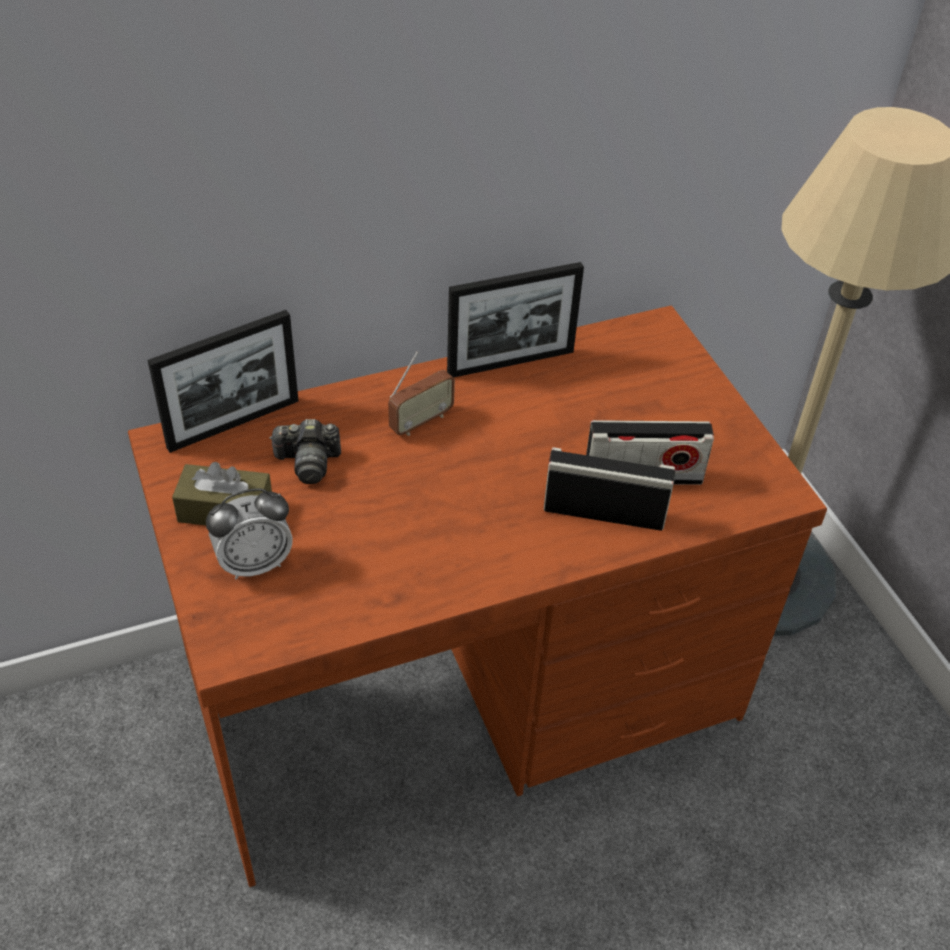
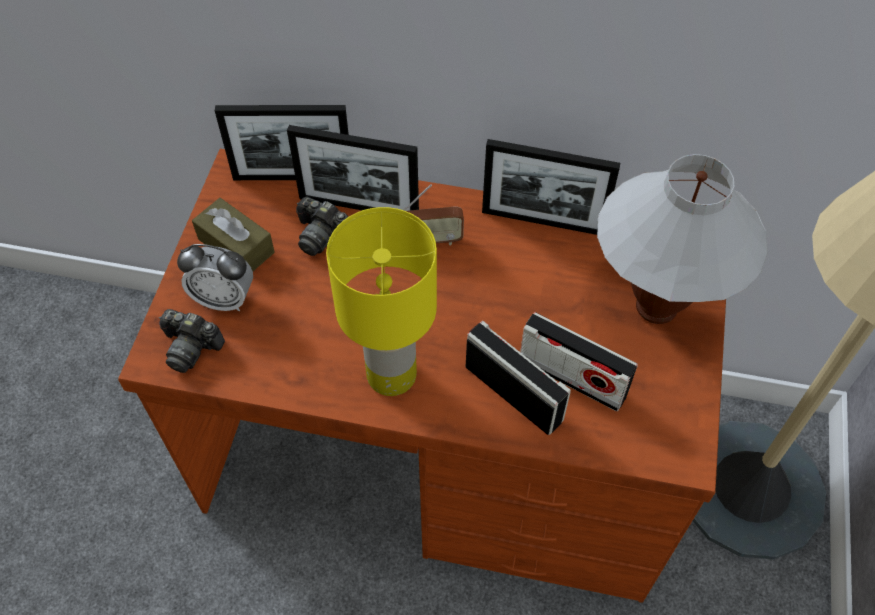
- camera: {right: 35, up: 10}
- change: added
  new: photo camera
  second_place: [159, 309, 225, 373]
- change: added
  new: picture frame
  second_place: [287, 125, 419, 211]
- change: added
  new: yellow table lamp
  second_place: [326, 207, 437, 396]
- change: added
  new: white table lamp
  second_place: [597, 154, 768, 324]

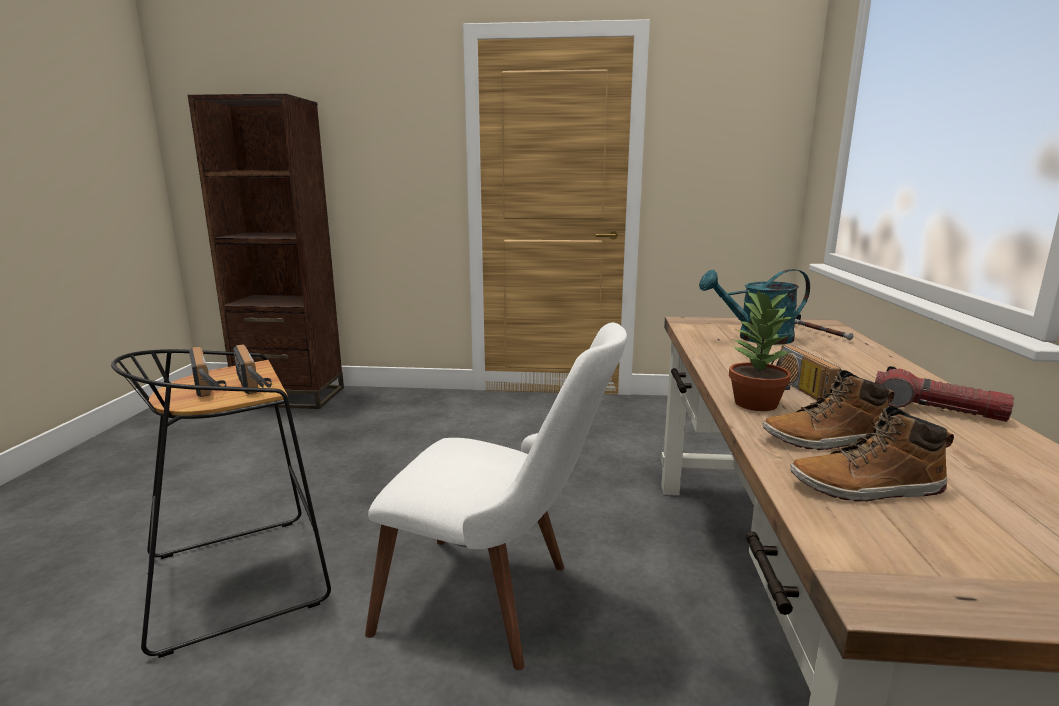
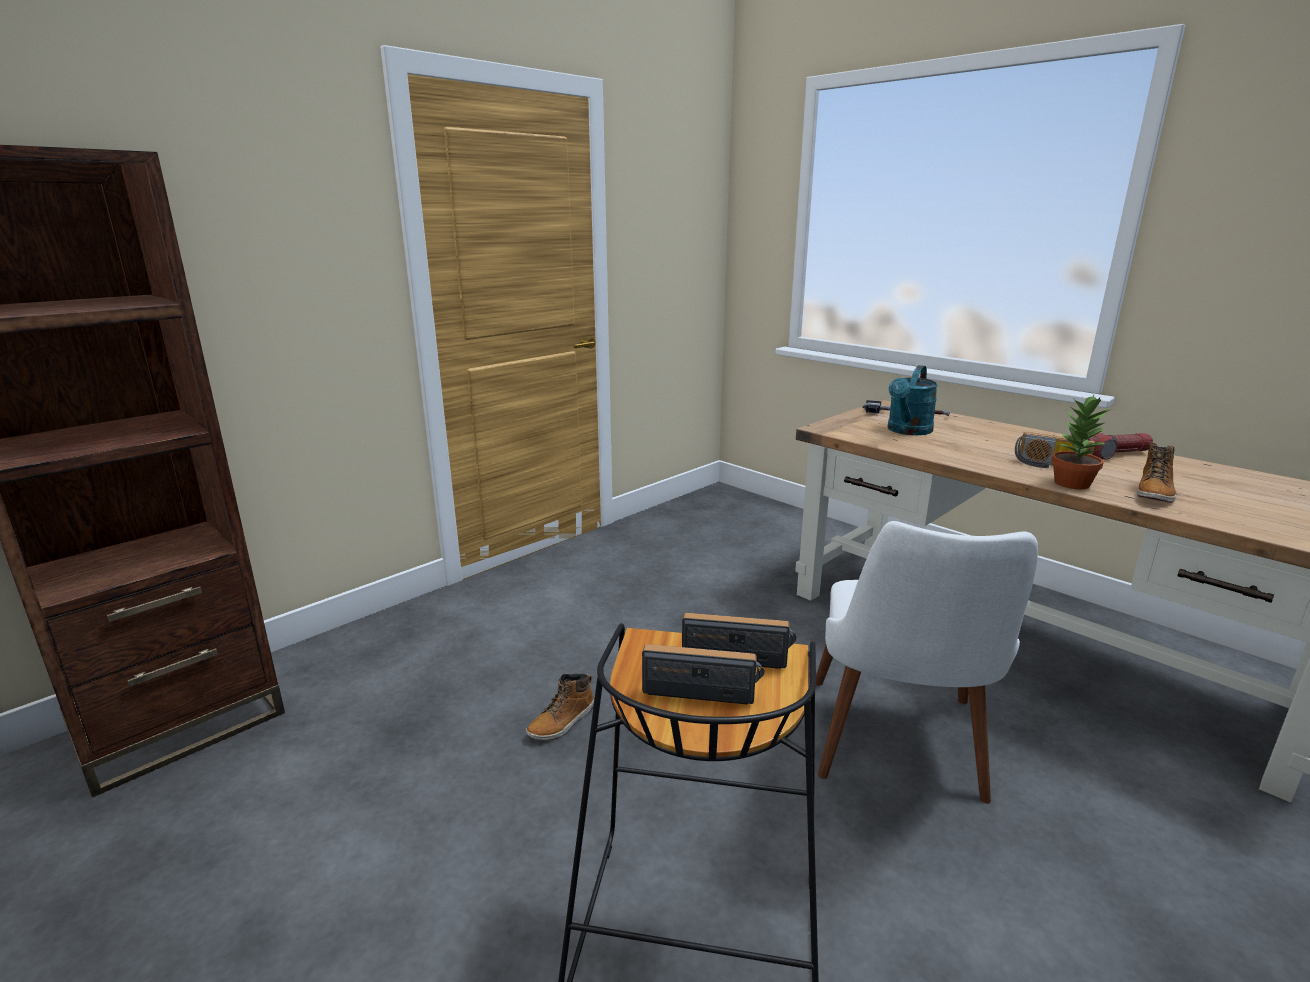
- camera: {right: -50, up: 5}
- change: moved
  old: boot
  first_place: [790, 406, 954, 502]
  second_place: [526, 674, 594, 741]
- change: turned
  old: white chair
  first_place: [365, 323, 627, 670]
  second_place: [816, 521, 1038, 804]
  degrees: 135

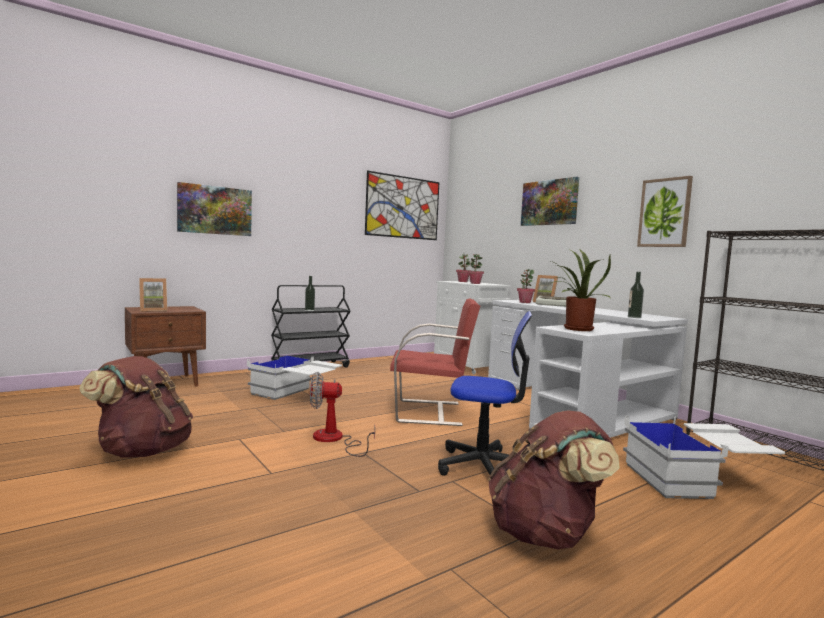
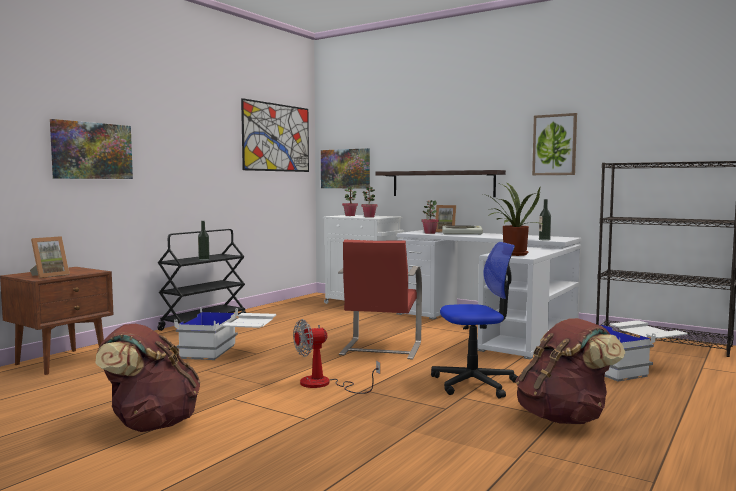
- camera: {right: -20, up: 0}
- change: moved
  old: picture
  first_place: [521, 177, 579, 226]
  second_place: [321, 148, 370, 188]
- change: turned
  old: red chair
  first_place: [390, 298, 480, 426]
  second_place: [338, 240, 422, 360]
  degrees: 120
- change: added
  new: shelf
  second_place: [376, 170, 506, 197]

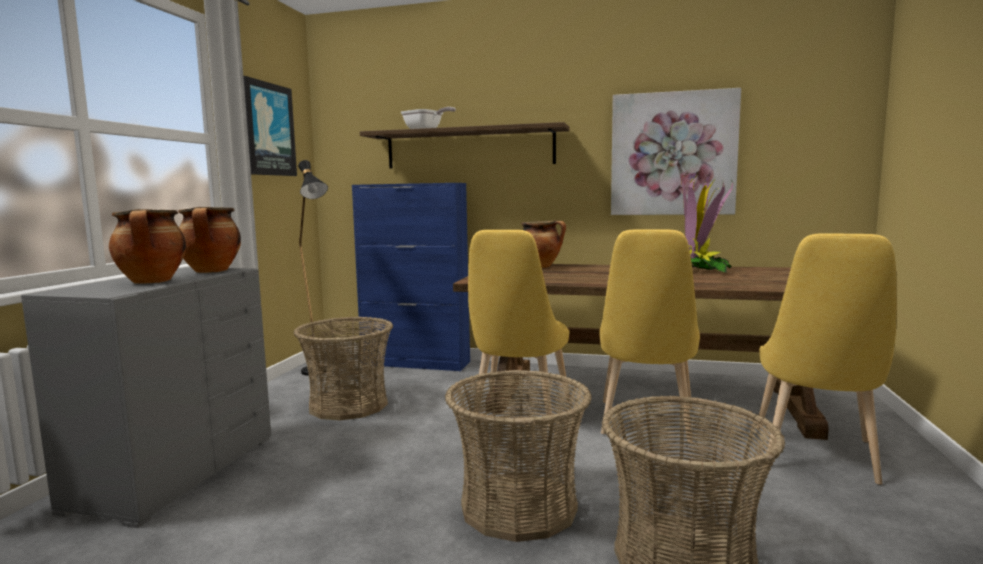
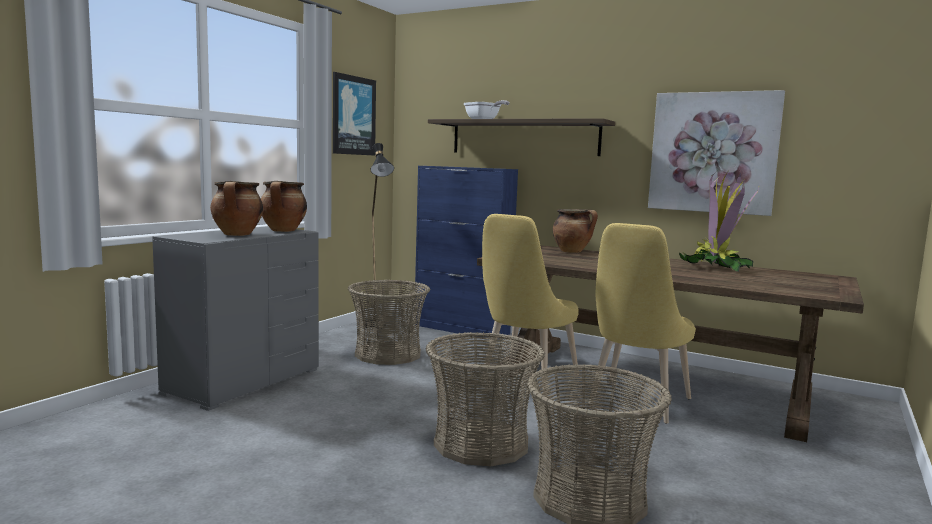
- camera: {right: 15, up: 0}
- change: removed
  old: yellow chair
  first_place: [756, 233, 897, 485]

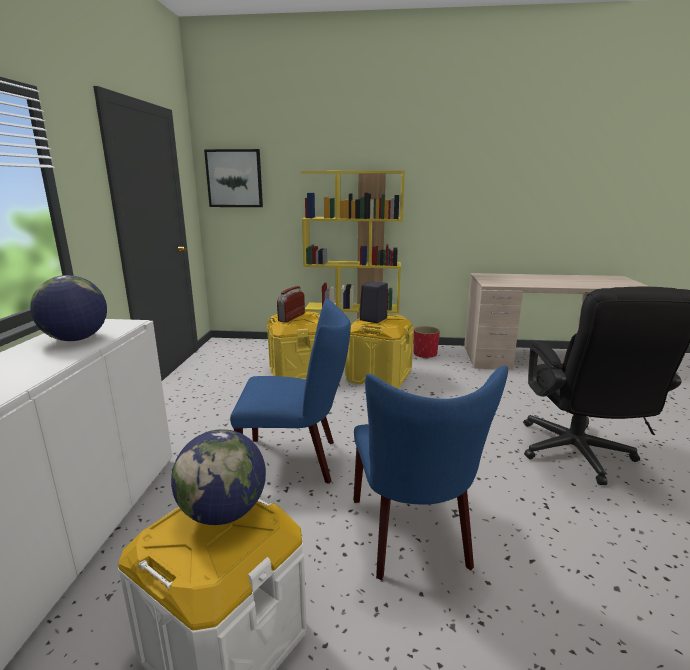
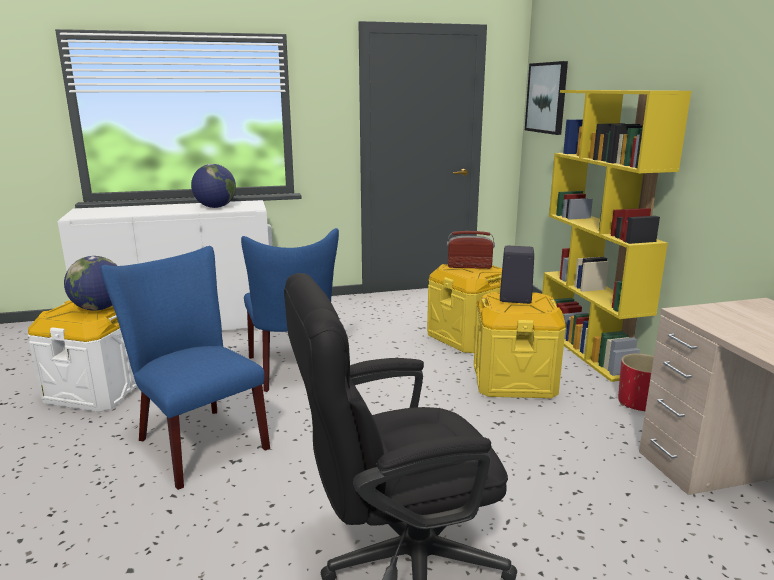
- camera: {right: 70, up: 0}
- change: turned
  old: blue chair
  first_place: [353, 366, 508, 580]
  second_place: [101, 246, 270, 490]
  degrees: 75

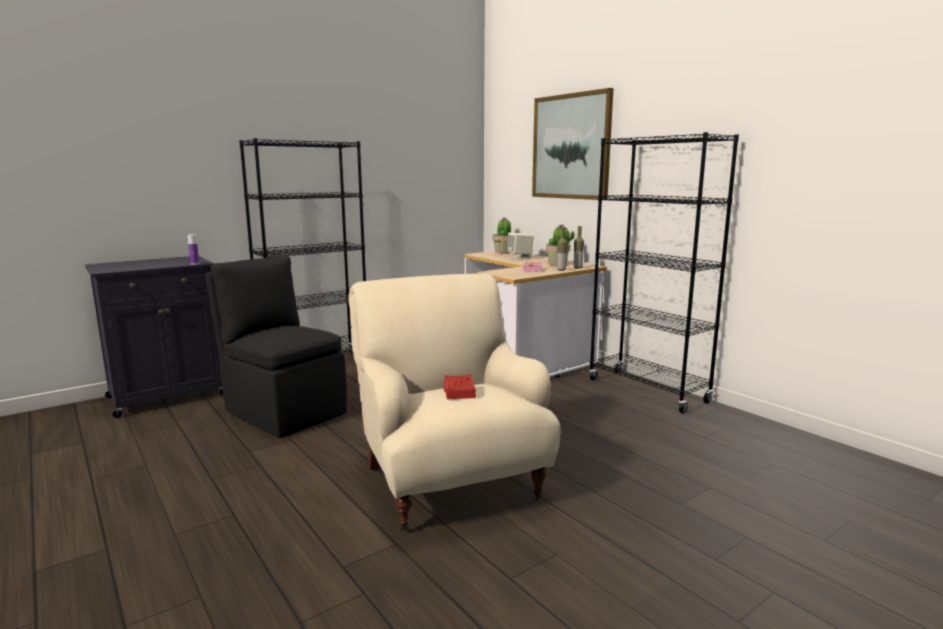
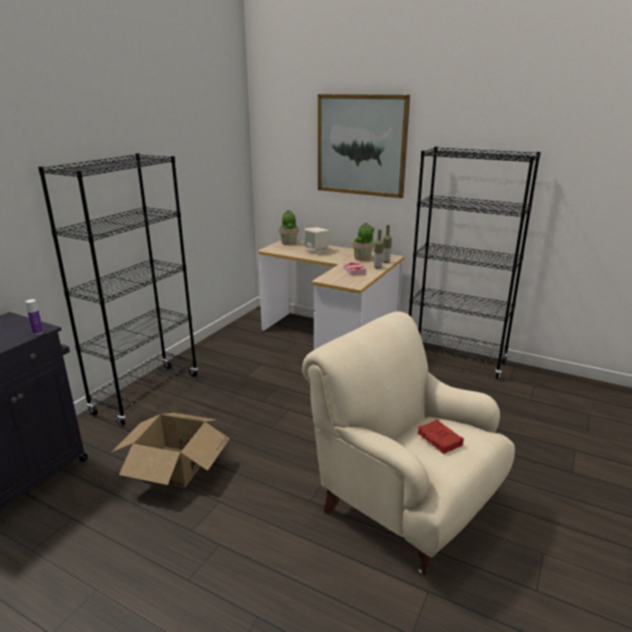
- camera: {right: -25, up: 10}
- change: replaced
  old: black chair
  new: cardboard box
  first_place: [205, 255, 347, 438]
  second_place: [112, 413, 230, 488]

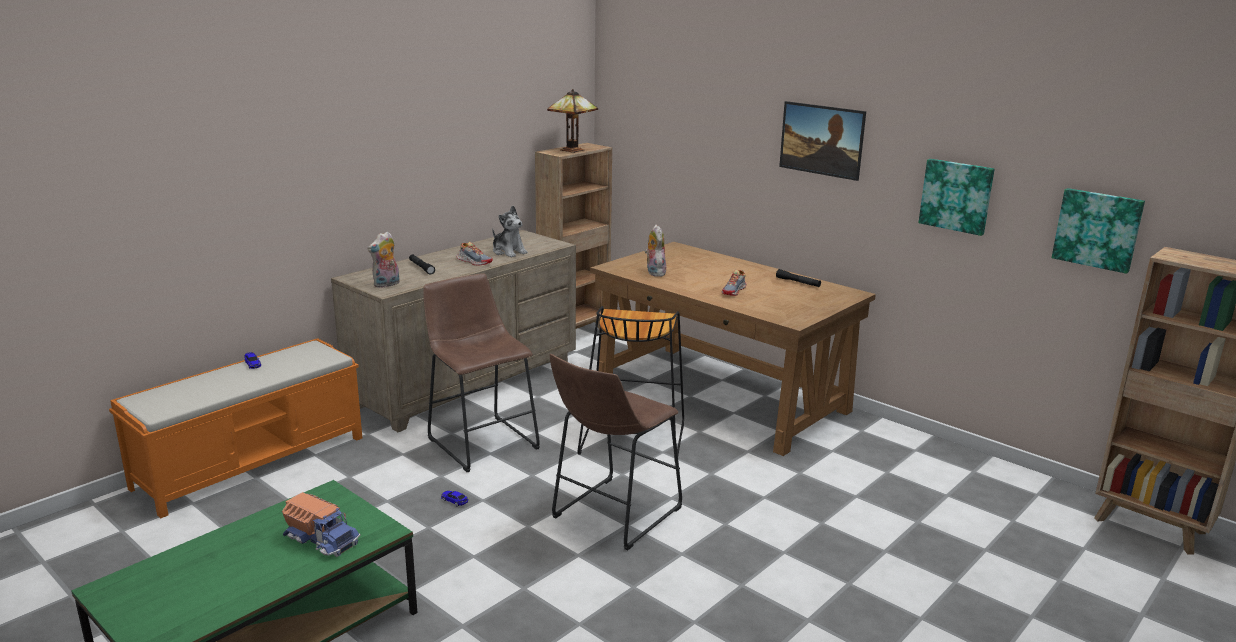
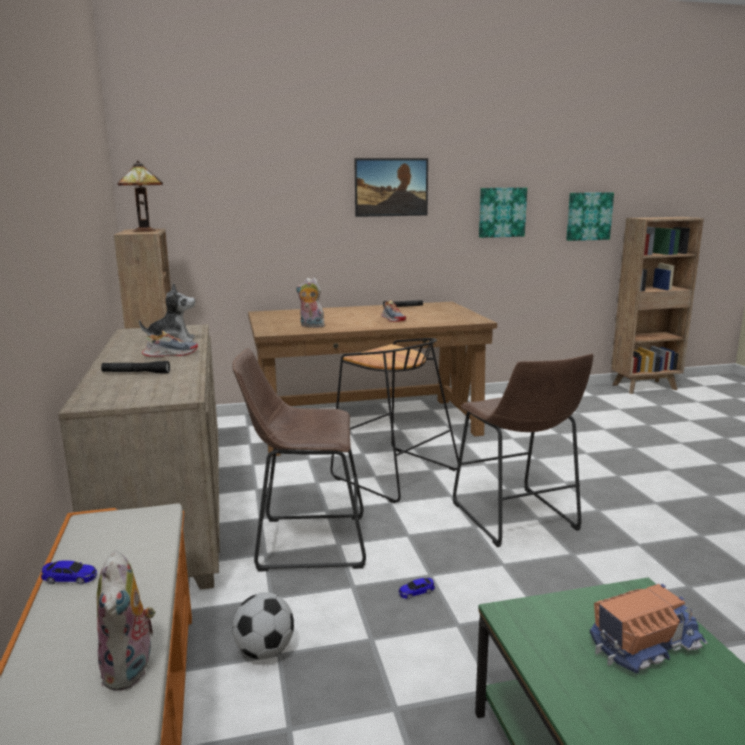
- camera: {right: -55, up: -5}
- change: moved
  old: plush toy
  first_place: [368, 232, 400, 288]
  second_place: [97, 550, 155, 691]
- change: added
  new: football
  second_place: [232, 592, 294, 659]

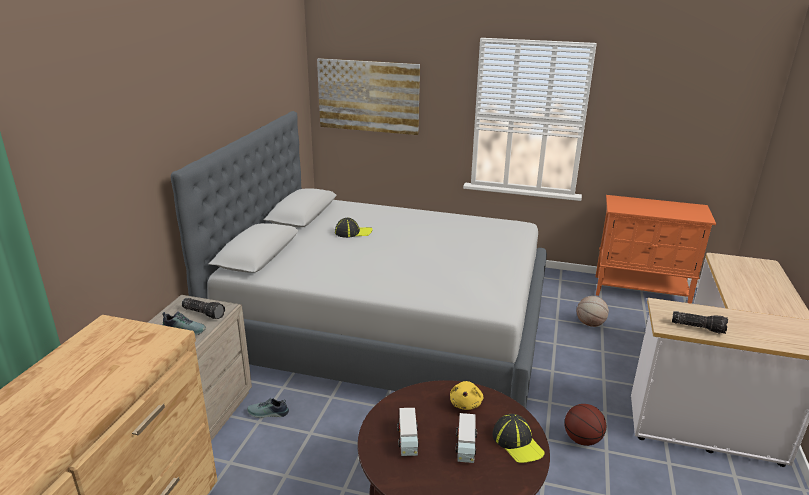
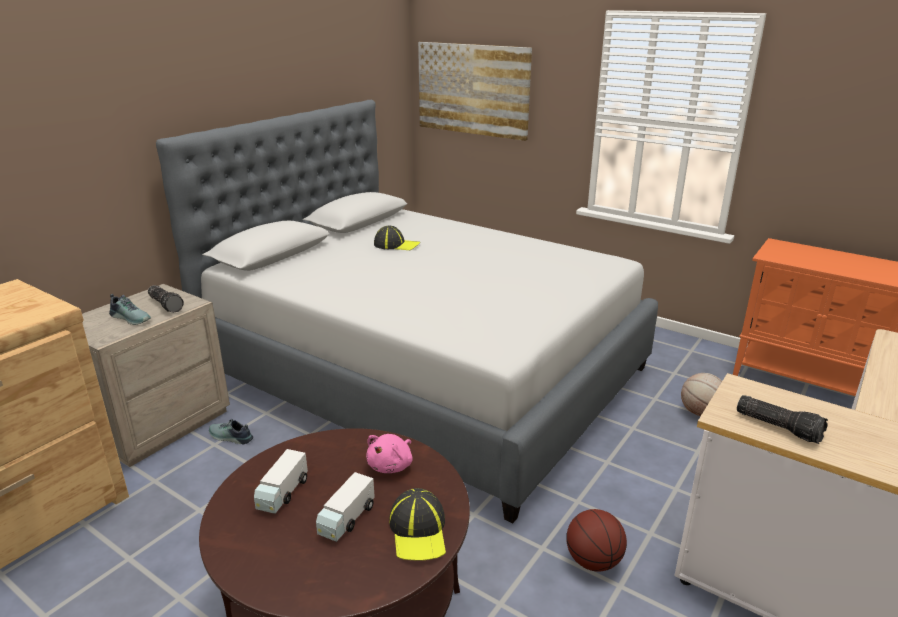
- camera: {right: 20, up: 0}
- change: recoloured
  old: yellow plush toy
  new: pink plush toy
  first_place: [450, 381, 483, 410]
  second_place: [366, 434, 413, 473]

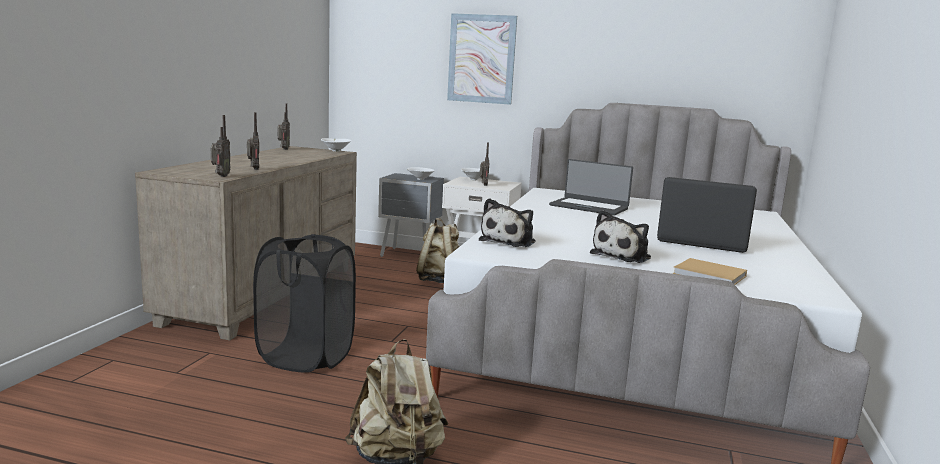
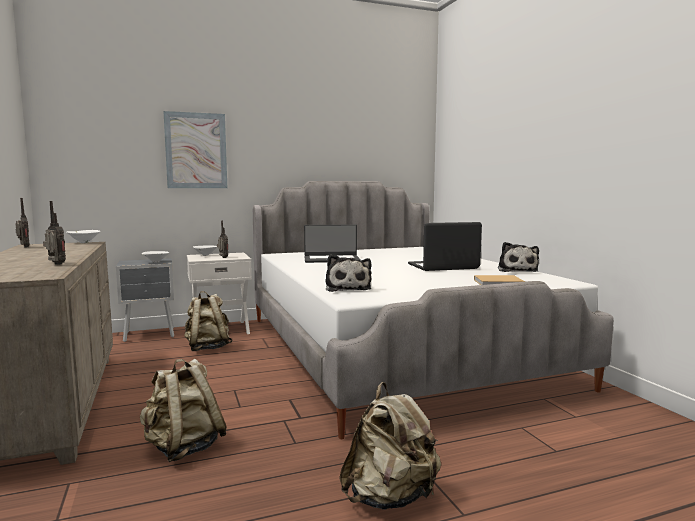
- camera: {right: -35, up: -5}
- change: replaced
  old: black laundry basket
  new: beige backpack
  first_place: [253, 234, 356, 373]
  second_place: [140, 359, 227, 462]
- change: moved
  old: plush toy
  first_place: [590, 210, 651, 263]
  second_place: [498, 242, 539, 272]
- change: removed
  old: radio
  first_place: [211, 115, 231, 177]

